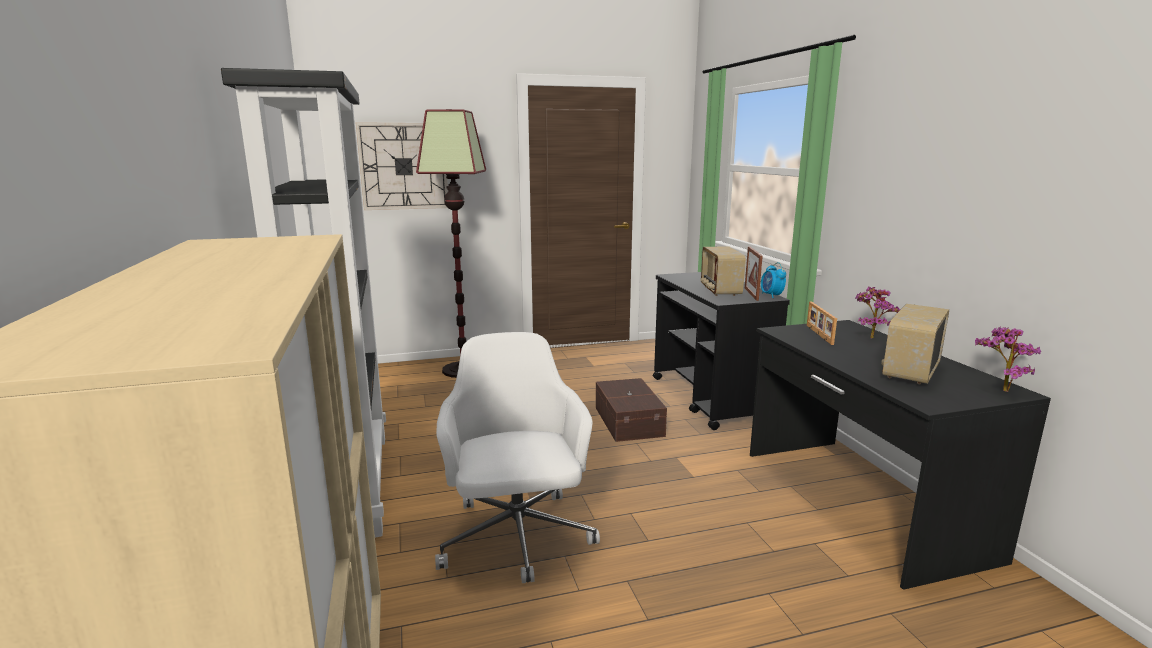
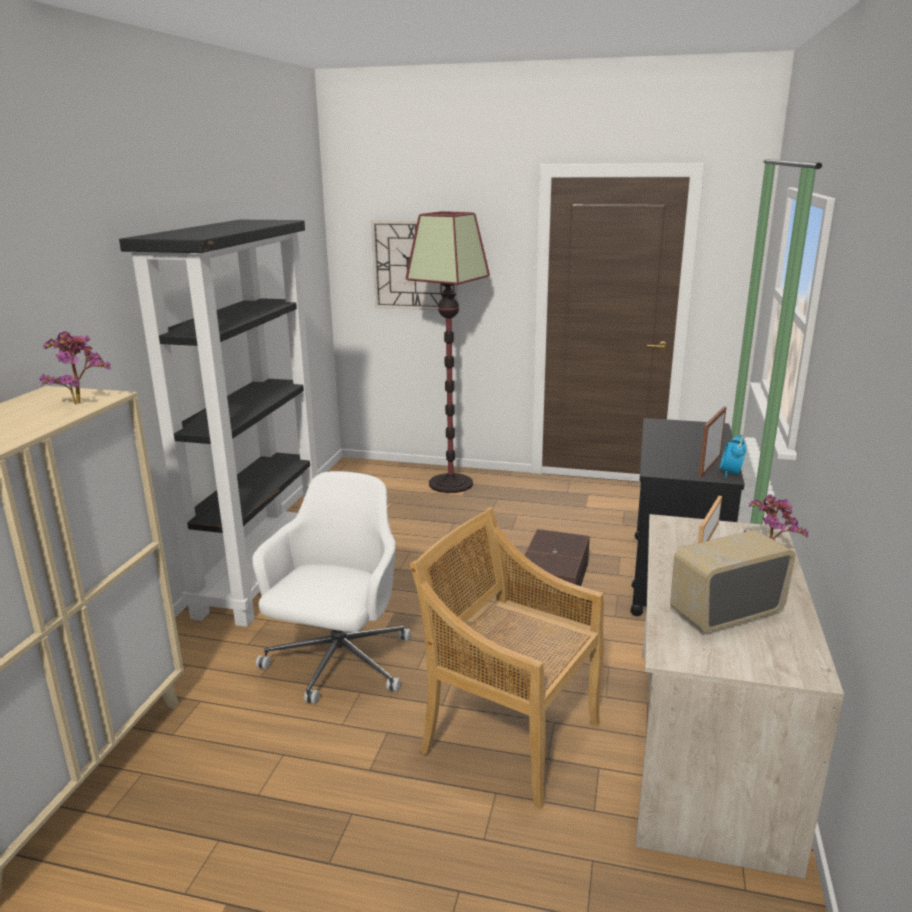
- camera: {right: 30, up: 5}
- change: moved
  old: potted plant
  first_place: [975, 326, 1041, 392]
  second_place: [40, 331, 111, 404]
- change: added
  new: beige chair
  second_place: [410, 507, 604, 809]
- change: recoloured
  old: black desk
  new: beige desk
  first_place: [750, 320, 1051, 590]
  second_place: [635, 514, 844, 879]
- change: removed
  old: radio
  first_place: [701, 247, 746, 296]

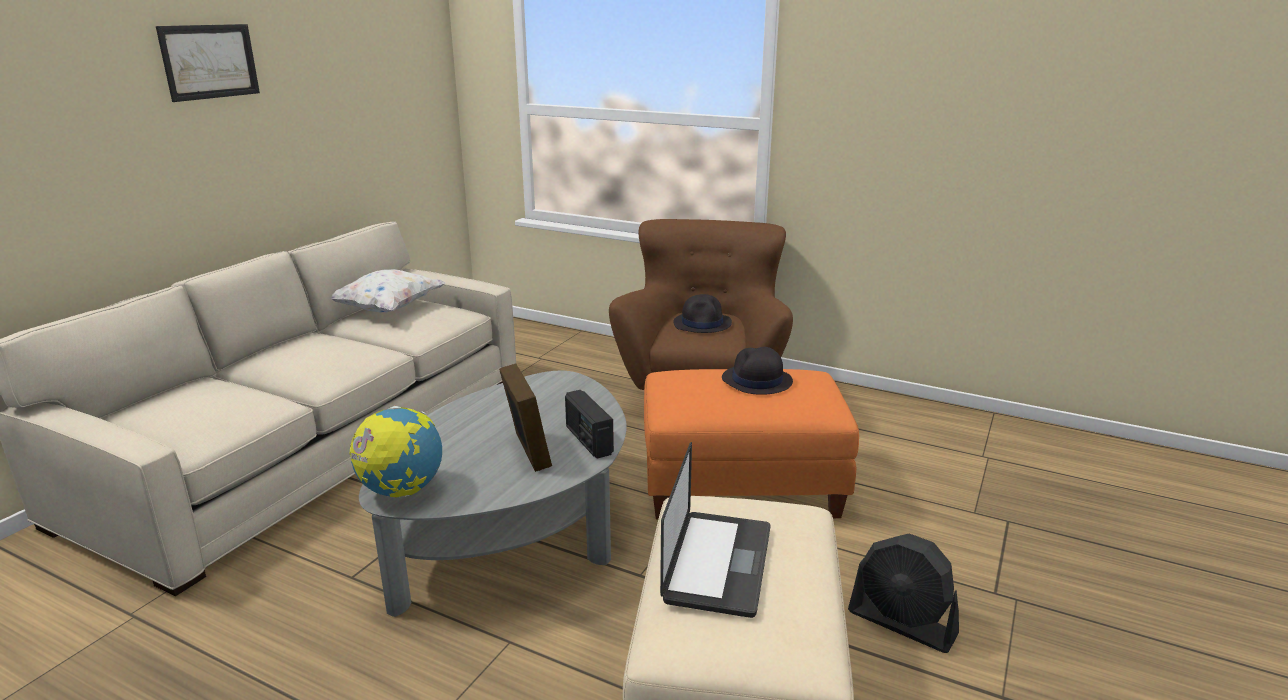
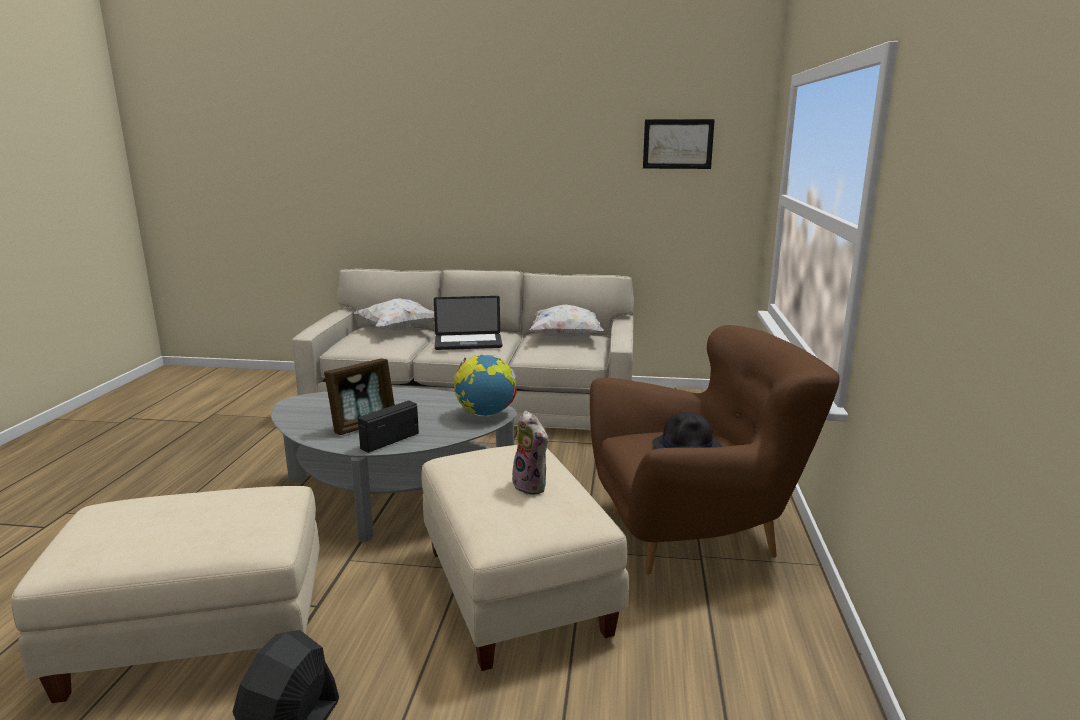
- camera: {right: 70, up: -5}
- change: added
  new: white pillow
  second_place: [354, 299, 435, 330]
- change: recoloured
  old: orange ottoman
  new: beige ottoman
  first_place: [644, 369, 859, 519]
  second_place: [421, 445, 629, 671]
- change: moved
  old: laptop
  first_place: [660, 442, 770, 618]
  second_place: [434, 296, 502, 350]
- change: moved
  old: globe
  first_place: [349, 406, 442, 498]
  second_place: [453, 355, 517, 417]
- change: replaced
  old: black hat
  new: plush toy
  first_place: [722, 347, 793, 395]
  second_place: [510, 411, 549, 495]
- change: moved
  old: picture
  first_place: [156, 24, 260, 102]
  second_place: [643, 119, 715, 169]

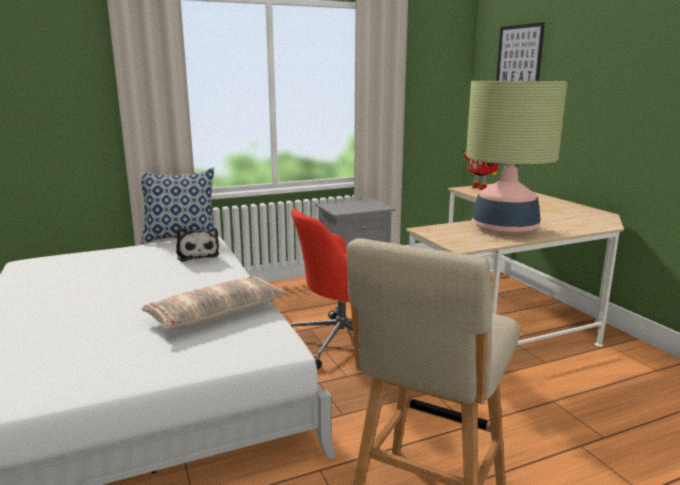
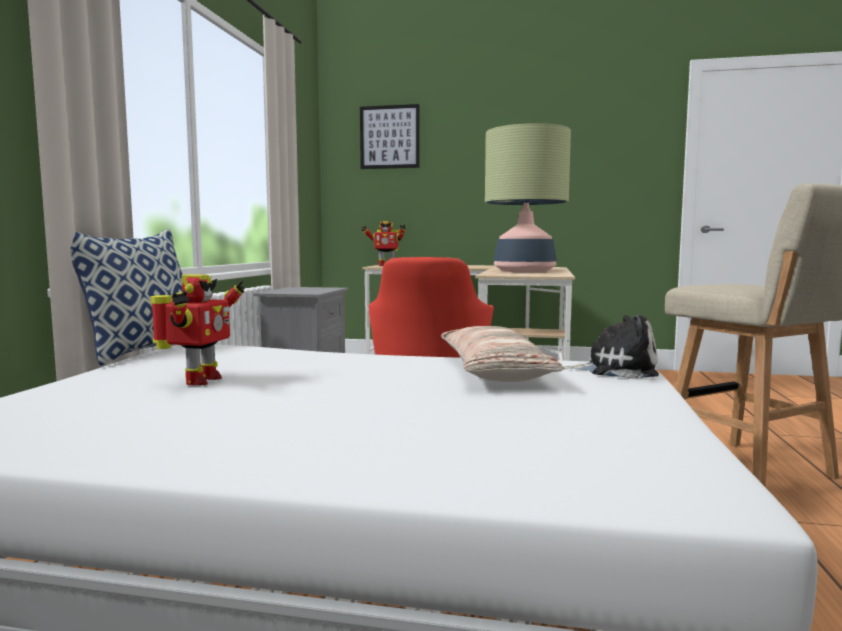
- camera: {right: -55, up: -10}
- change: added
  new: toy robot
  second_place: [150, 274, 245, 386]
- change: moved
  old: plush toy
  first_place: [176, 228, 219, 262]
  second_place: [563, 315, 659, 379]

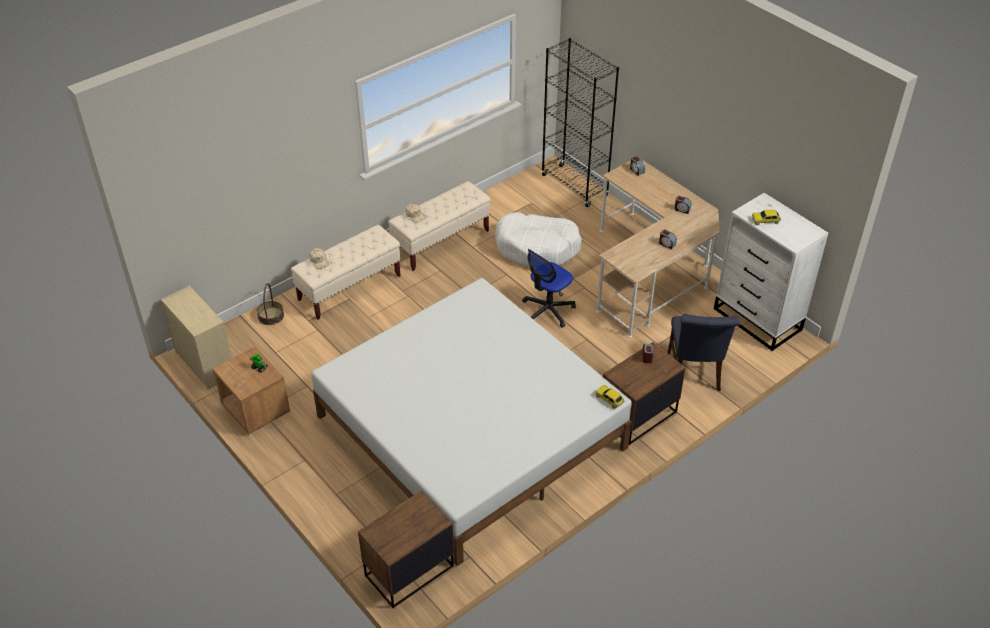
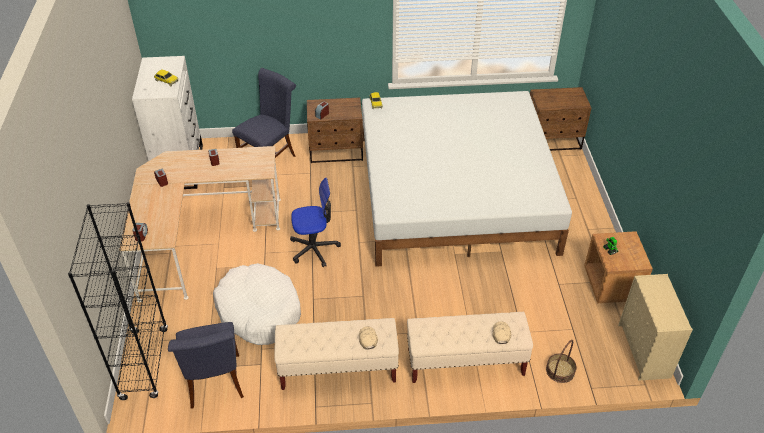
- camera: {right: -145, up: 0}
- change: added
  new: blue chair
  second_place: [168, 322, 244, 409]

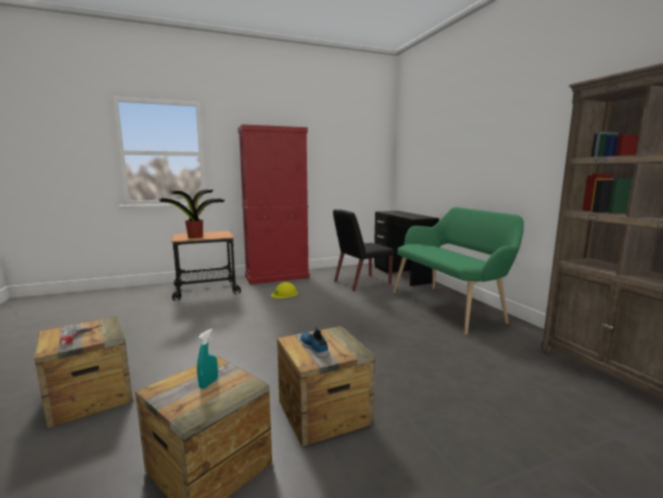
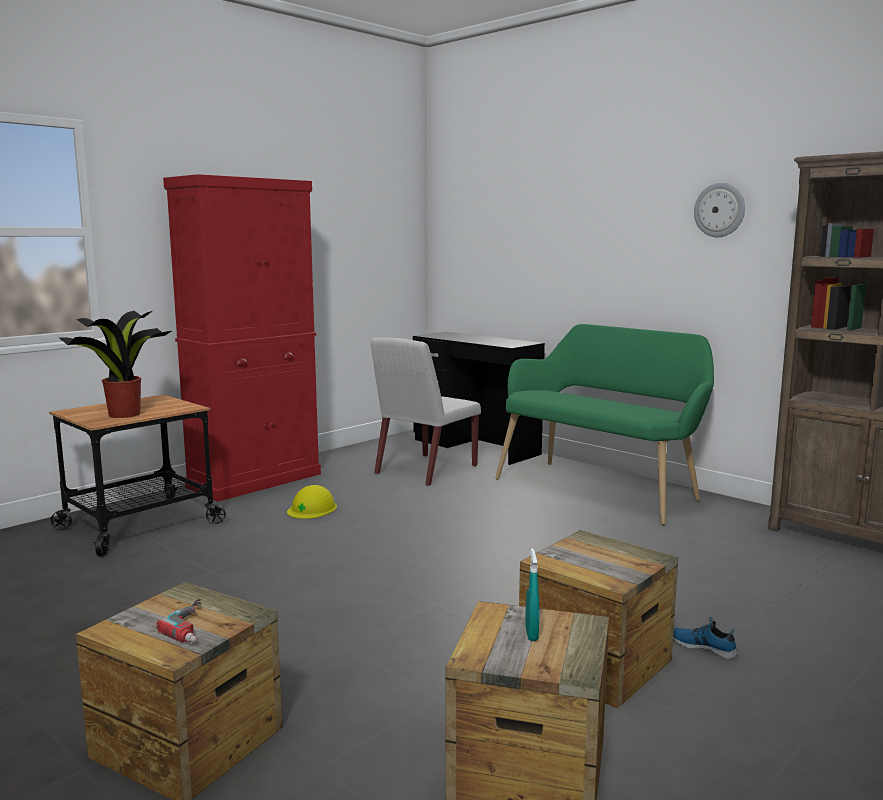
- camera: {right: -25, up: 0}
- change: recoloured
  old: black chair
  new: white chair
  first_place: [333, 209, 394, 291]
  second_place: [371, 337, 481, 486]
- change: moved
  old: shoe
  first_place: [300, 326, 329, 358]
  second_place: [673, 617, 738, 659]
- change: added
  new: wall clock
  second_place: [694, 183, 745, 237]

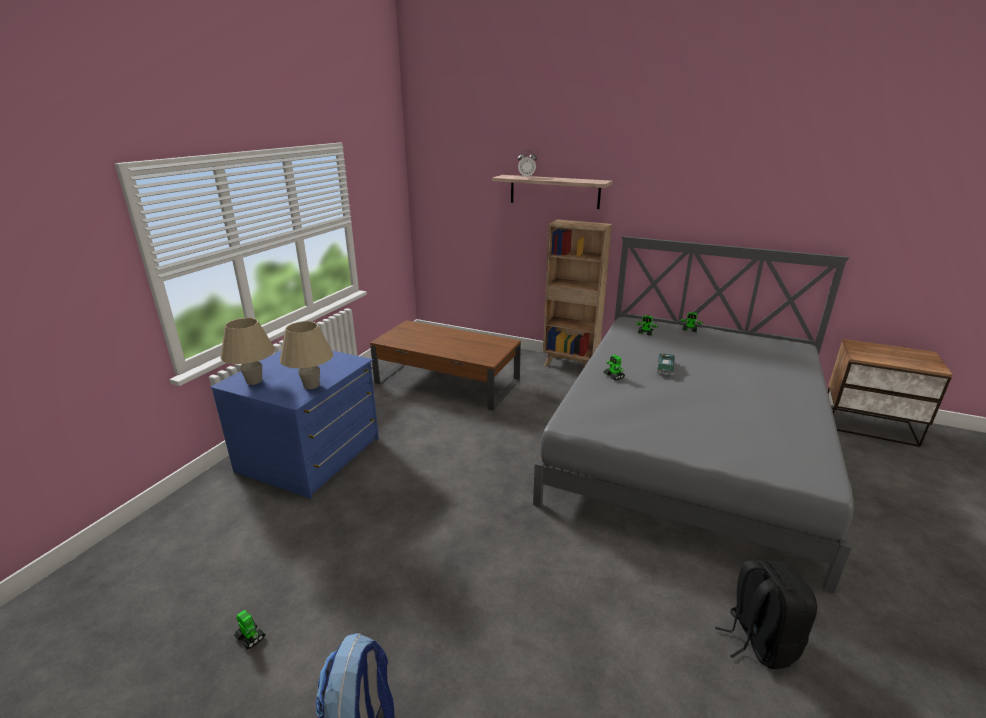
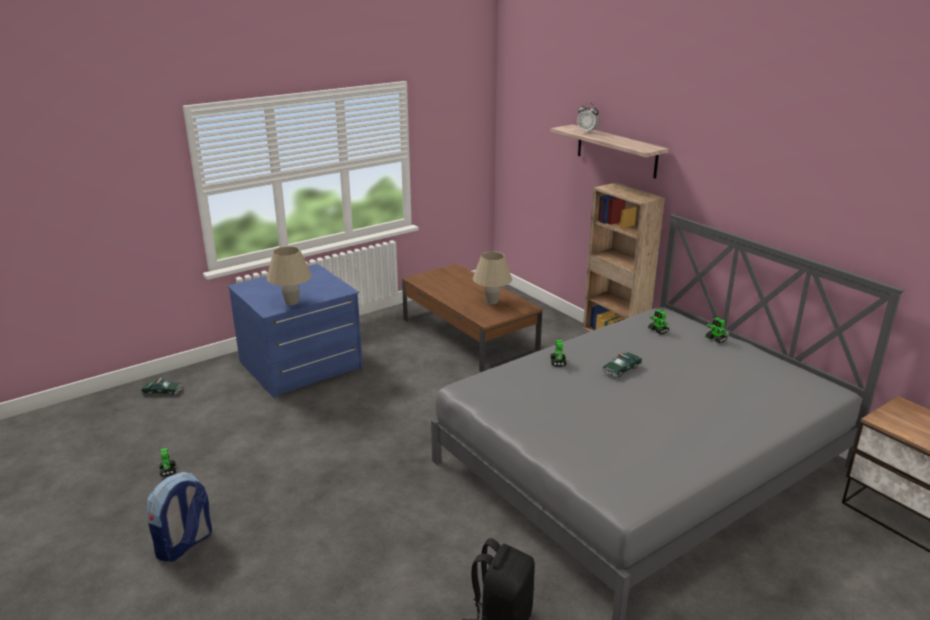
- camera: {right: 30, up: 0}
- change: added
  new: toy car
  second_place: [141, 378, 182, 396]
- change: moved
  old: beige table lamp
  first_place: [220, 318, 275, 385]
  second_place: [473, 252, 512, 304]

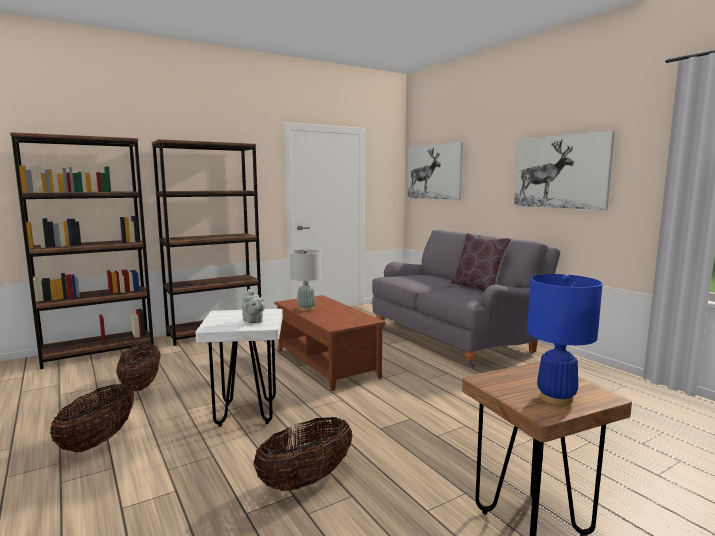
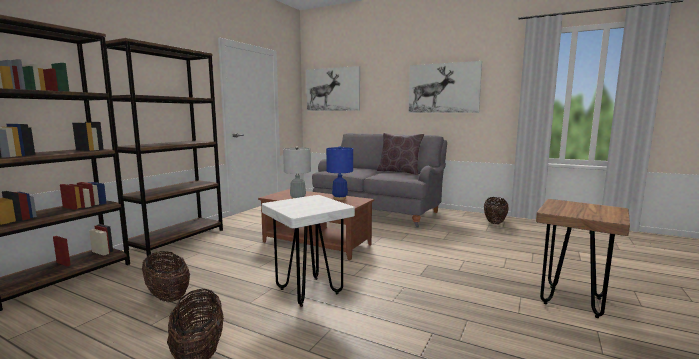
- camera: {right: -30, up: 0}
- change: moved
  old: blue table lamp
  first_place: [527, 274, 603, 405]
  second_place: [326, 146, 353, 200]
- change: moved
  old: basket
  first_place: [253, 417, 353, 491]
  second_place: [484, 197, 509, 224]
- change: removed
  old: grey teapot
  first_place: [242, 289, 265, 323]

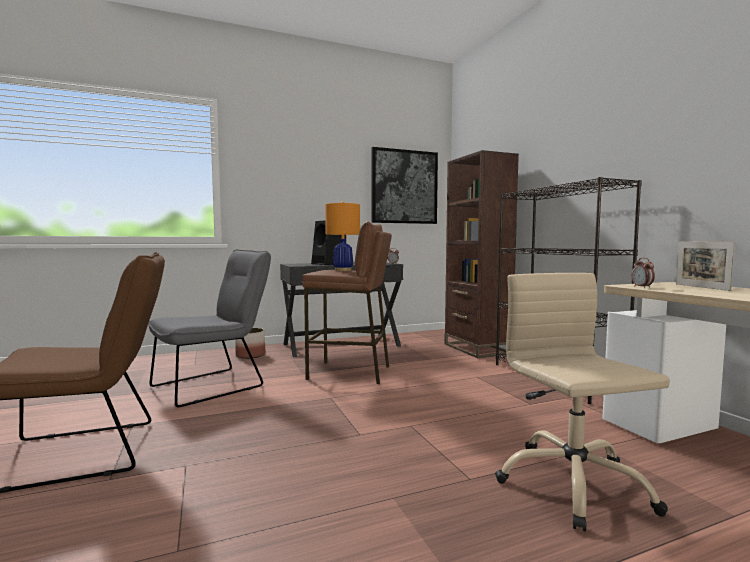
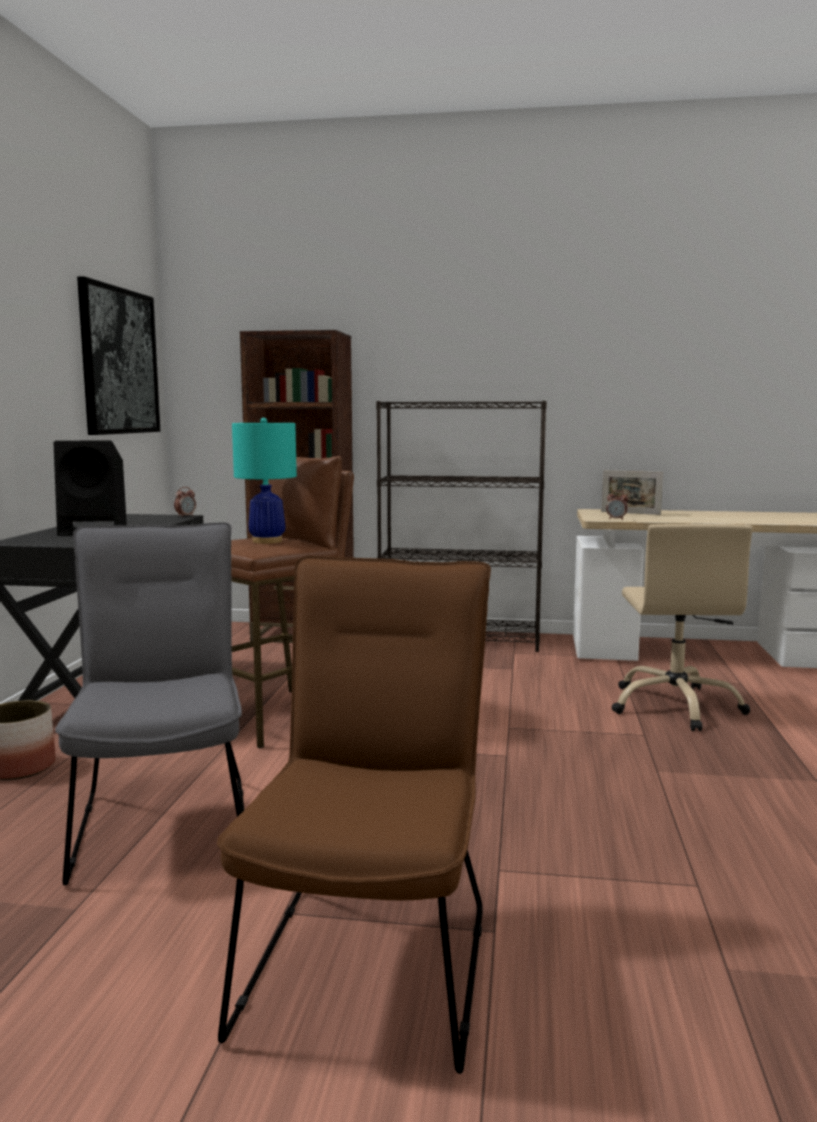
- camera: {right: -60, up: 5}
- change: recoloured
  old: orange table lamp
  new: turquoise table lamp
  first_place: [325, 202, 360, 271]
  second_place: [232, 418, 297, 544]
- change: turned
  old: beige office chair
  first_place: [495, 273, 670, 532]
  second_place: [612, 524, 753, 731]
  degrees: -105

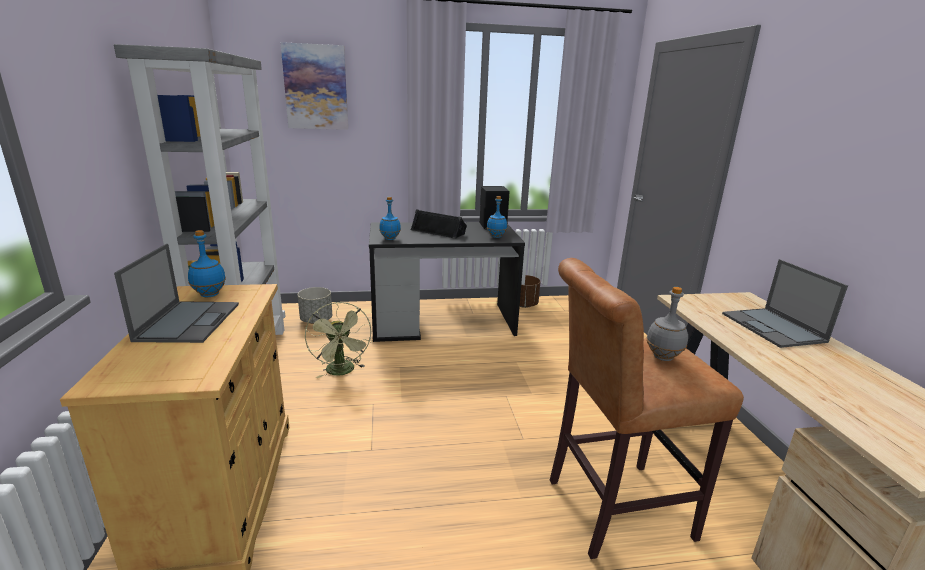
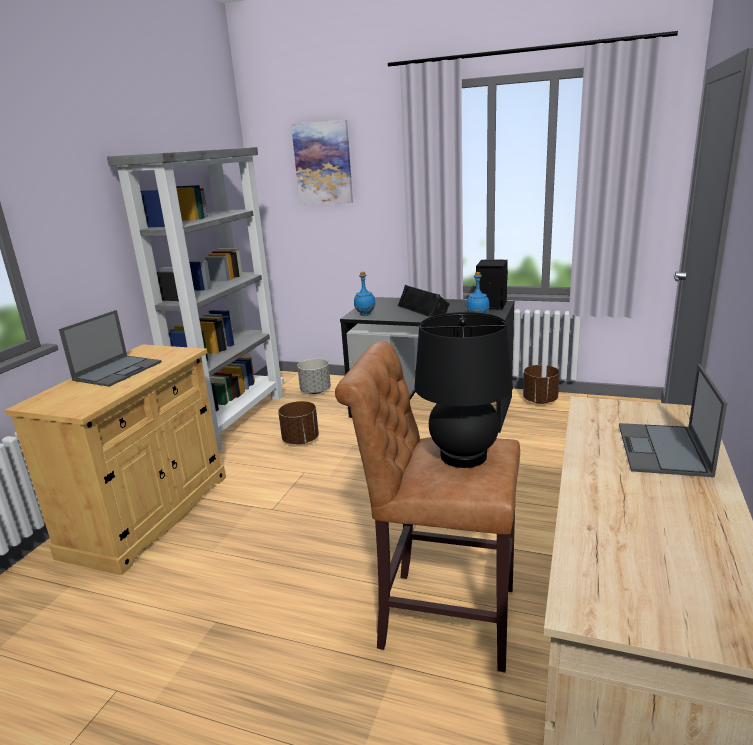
- camera: {right: 30, up: 0}
- change: replaced
  old: green fan
  new: brown planter
  first_place: [305, 302, 372, 378]
  second_place: [278, 401, 319, 444]
- change: replaced
  old: grey bottle
  new: black table lamp
  first_place: [646, 287, 688, 361]
  second_place: [414, 312, 513, 468]
- change: removed
  old: blue bottle
  first_place: [188, 230, 226, 297]

